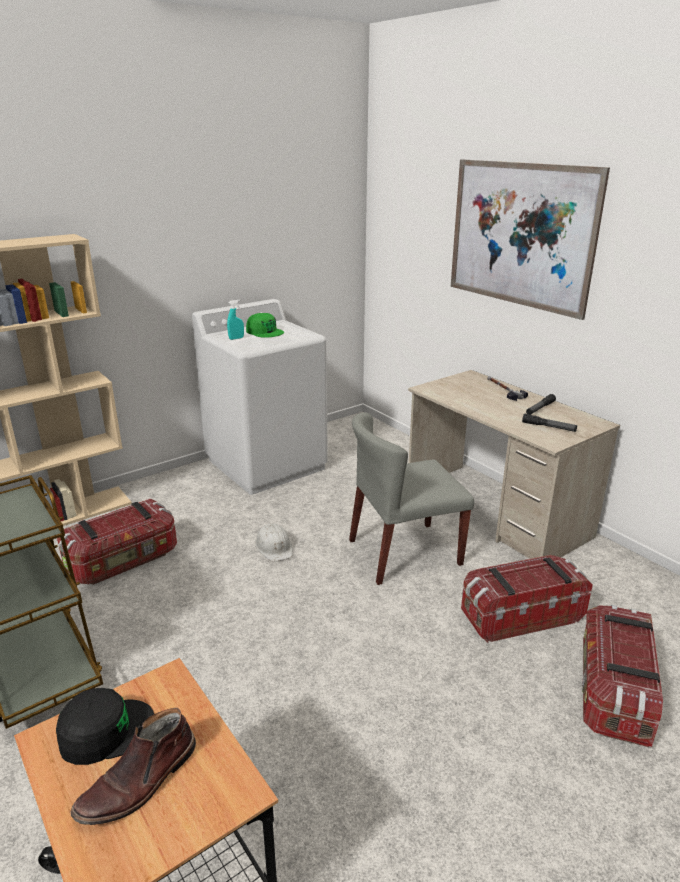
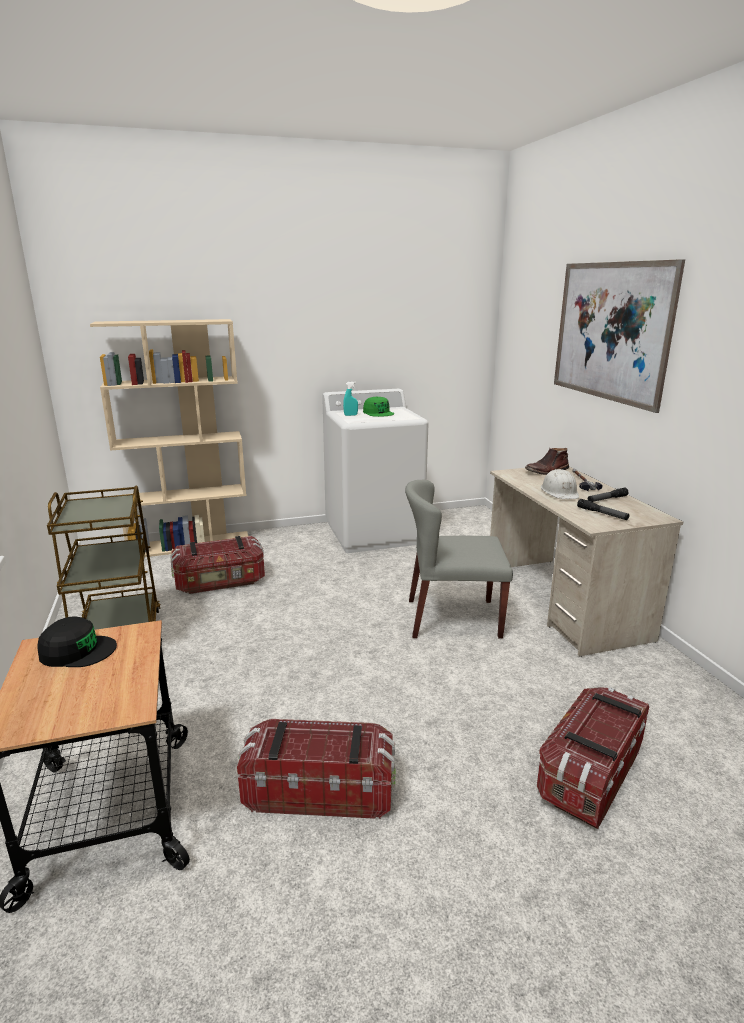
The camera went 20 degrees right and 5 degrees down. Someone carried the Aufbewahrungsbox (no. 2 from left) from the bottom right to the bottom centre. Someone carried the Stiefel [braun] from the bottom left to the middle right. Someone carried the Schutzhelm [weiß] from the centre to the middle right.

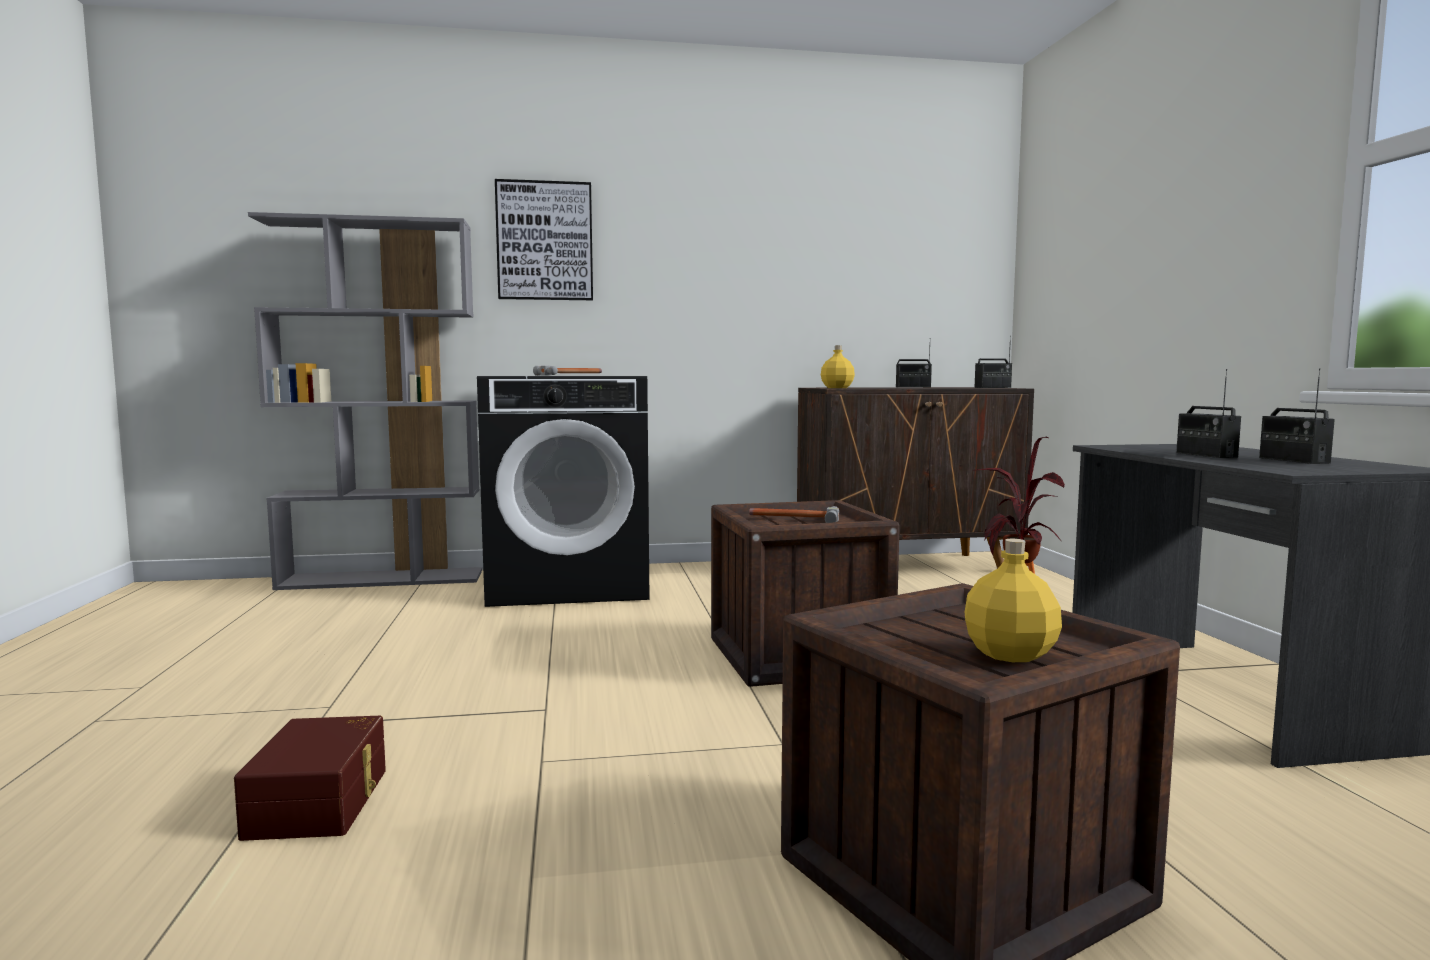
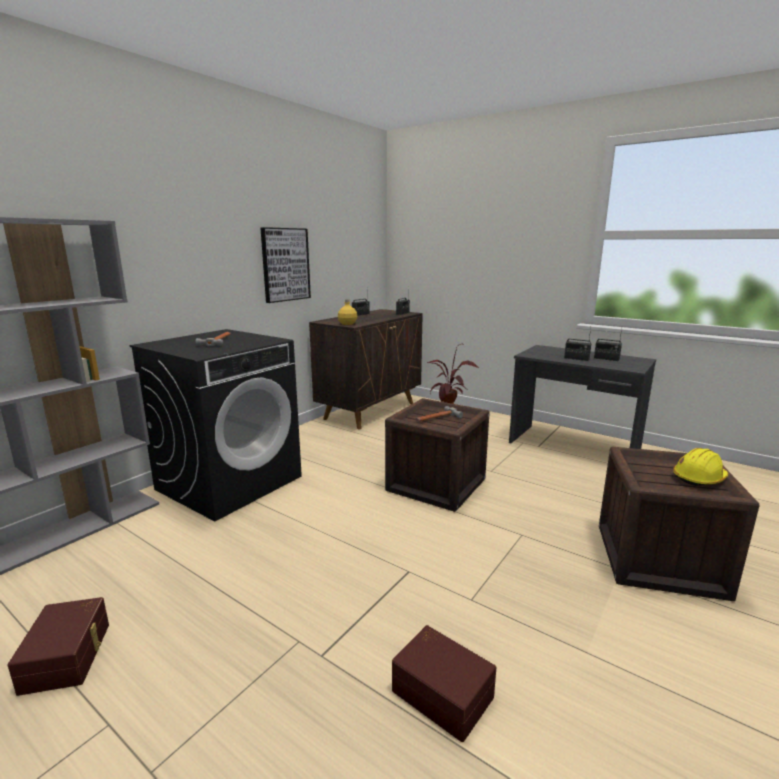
The camera went 45 degrees left and 10 degrees up. Someone put down the Aufbewahrungsbox [braun] (no. 1 from left) at the bottom left. Someone carried the Bild from the top centre to the centre. Someone swapped the Flasche [gelb] (no. 2 from left) at the middle right for the Schutzhelm [gelb] at the middle right.

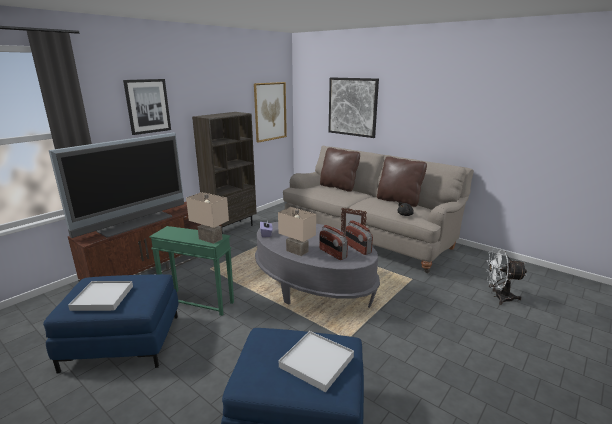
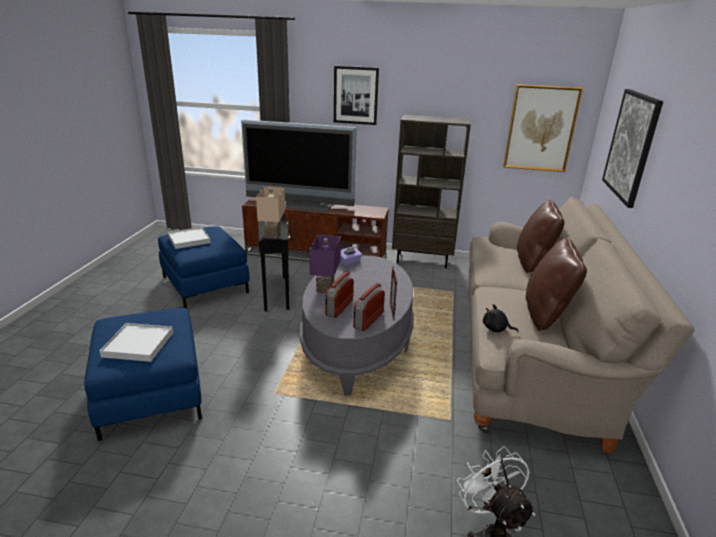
The camera went 60 degrees right and 5 degrees up. Someone repainted the Beistelltisch [grün] at the middle left, which became the Beistelltisch [schwarz] at the centre. Someone repainted the Tischlampe [beige] (no. 2 from left) at the centre, which became the Tischlampe [lila] at the centre.

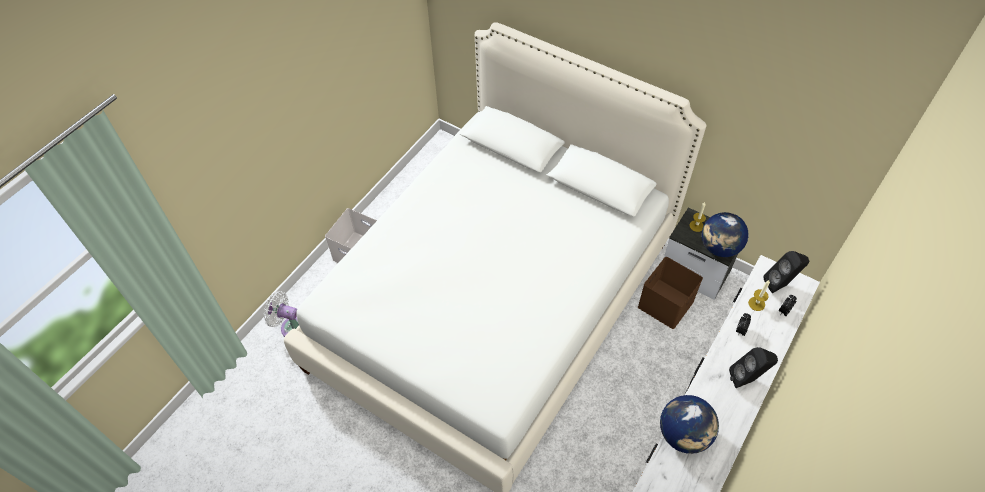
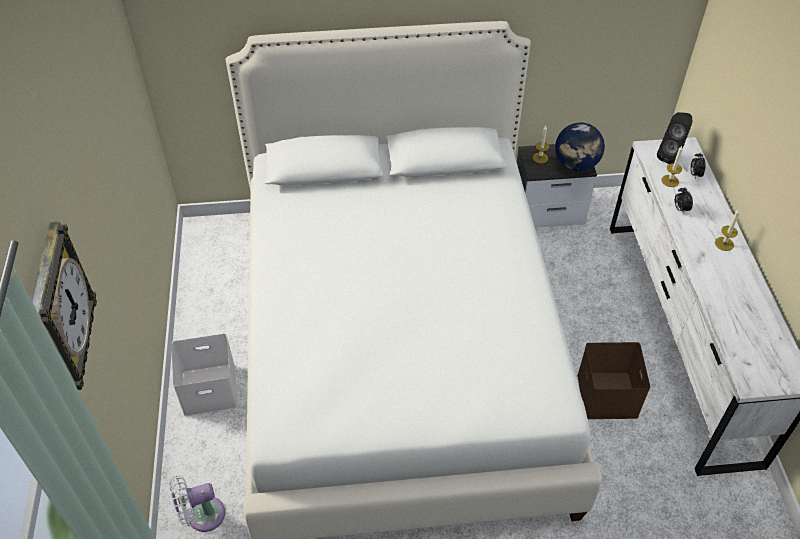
The camera went 40 degrees left and 5 degrees down. Someone put up the Wanduhr at the middle left. Someone carried the Aufbewahrungsbox [braun] from the middle right to the bottom right. Someone swapped the Lautsprecher [schwarz] (no. 1 from left) at the bottom right for the Kerze (no. 3 from left) at the middle right. Someone took away the Globus (no. 1 from left) at the bottom right.

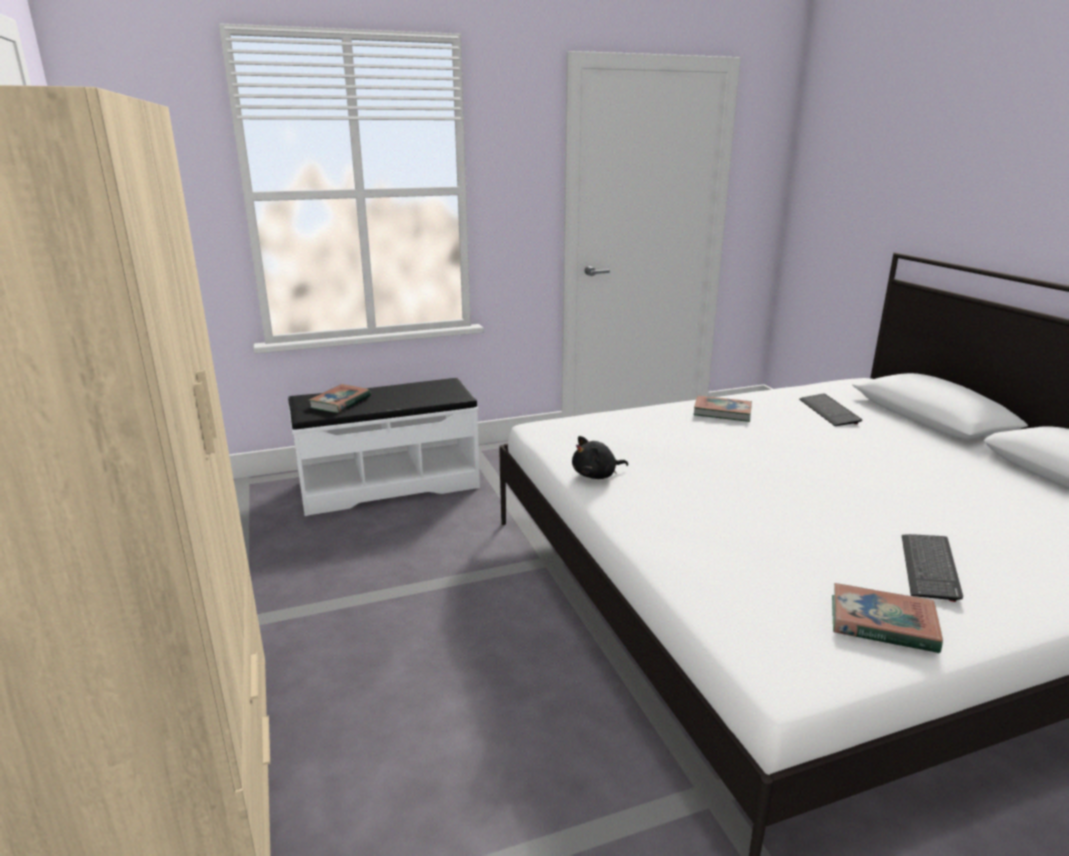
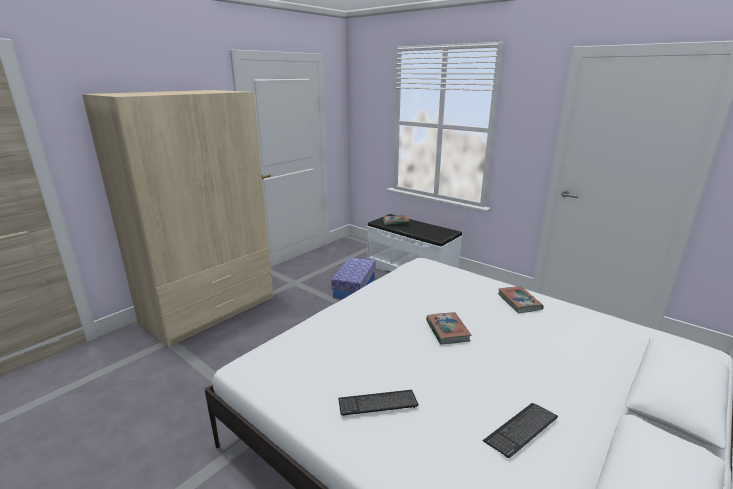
The camera went 60 degrees right and 0 degrees up. Someone put down the Aufbewahrungsbox at the centre. Someone carried the Buch (no. 3 from left in the first image) from the bottom right to the bottom centre. Someone carried the Tastatur (no. 1 from left in the first image) from the middle right to the bottom right. Someone took away the Plüschtier [schwarz] at the centre.

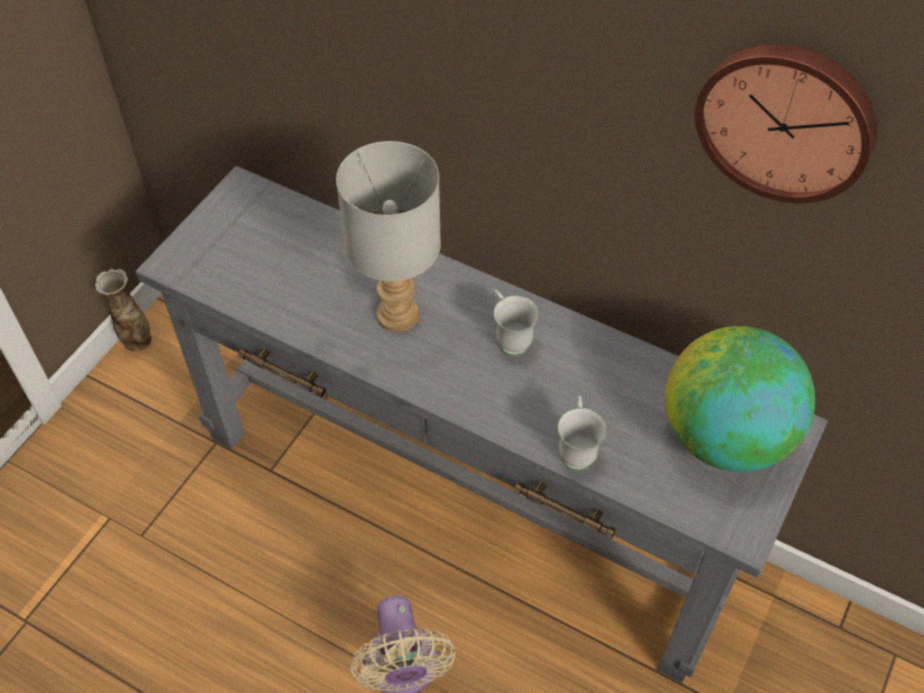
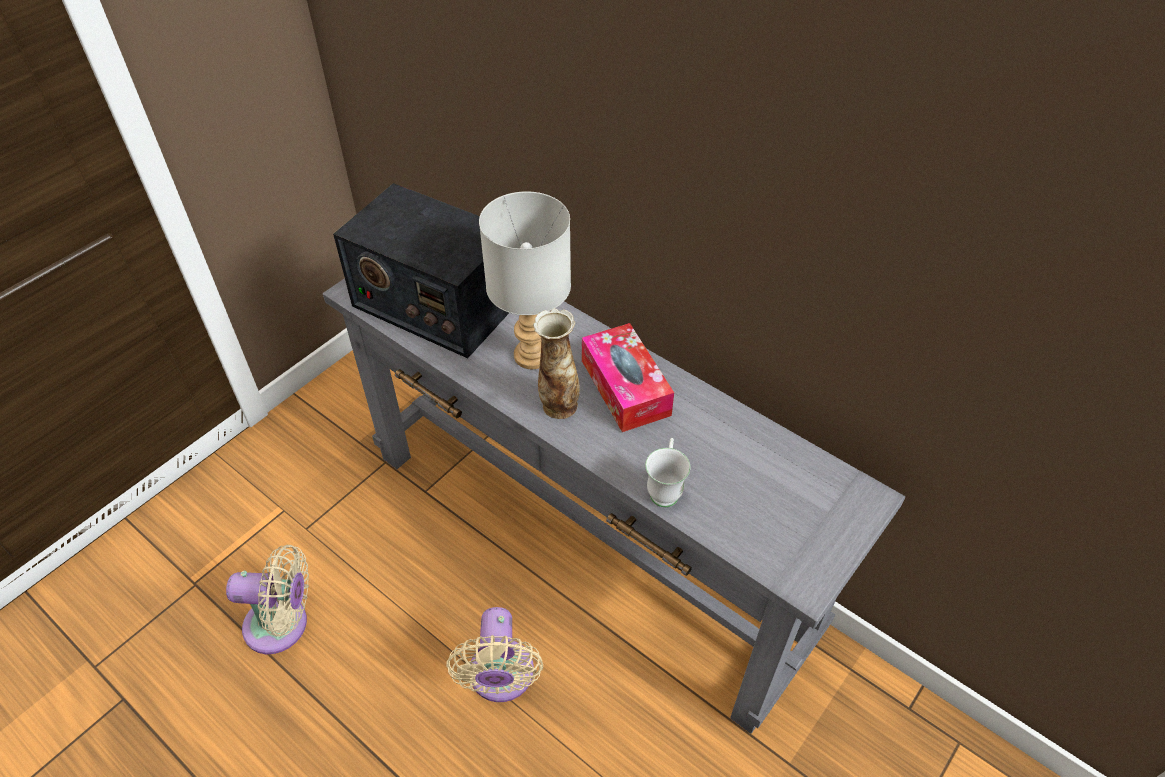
The camera went 10 degrees right and 5 degrees down. Someone put down the Ventilator [beige] (no. 1 from left) at the bottom left. Someone put down the Radio at the centre. Someone carried the Vase from the middle left to the centre. Someone swapped the Henkelbecher [weiß] (no. 1 from left) at the centre for the Taschentuchbox at the centre. Someone took away the Globus at the middle right. Someone took away the Wanduhr at the top right.

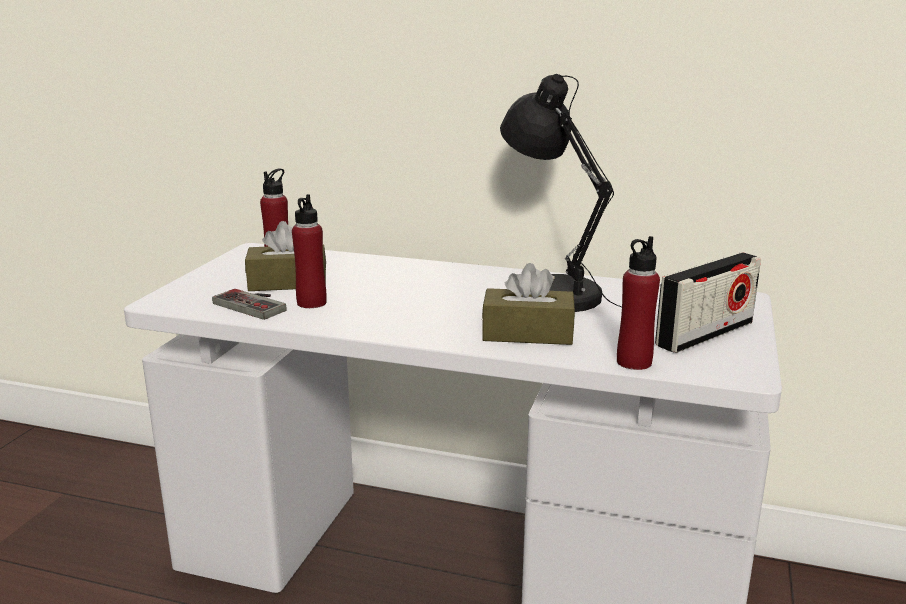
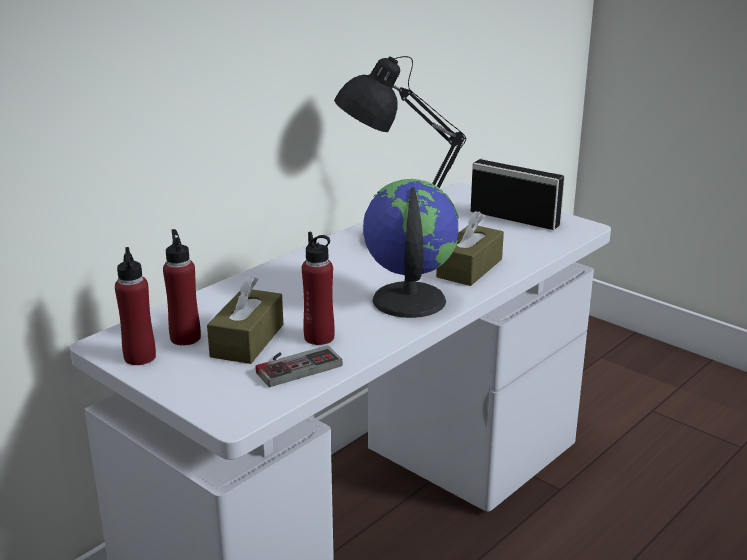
The camera went 65 degrees left and 5 degrees up. Someone carried the Flasche [rot] (no. 3 from left in the first image) from the middle right to the middle left. Someone put down the Globus at the centre. Someone rotated the Radio at the middle right by 45 degrees counterclockwise.

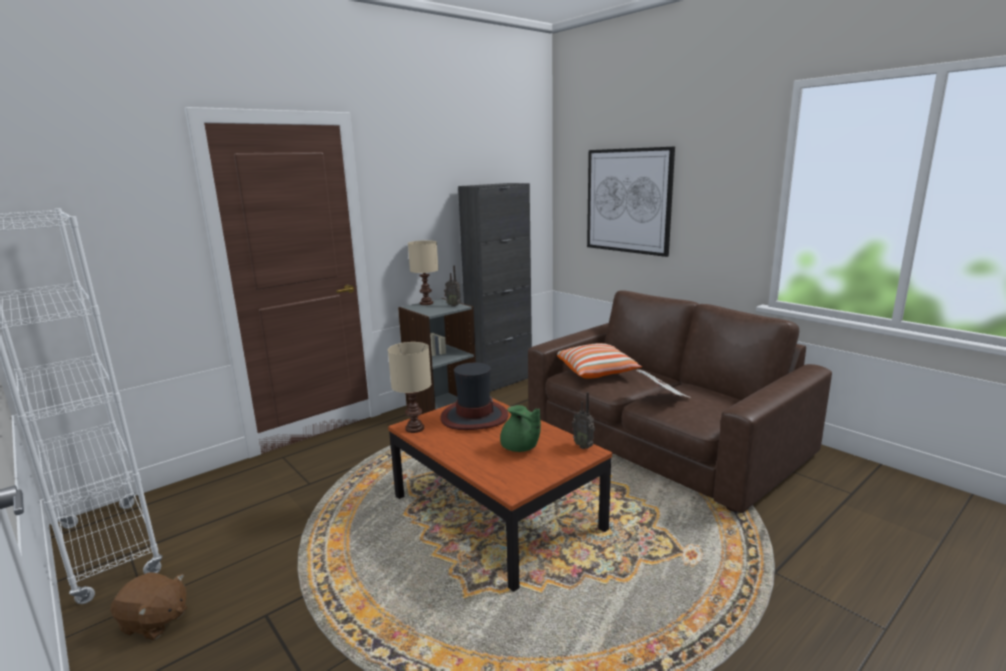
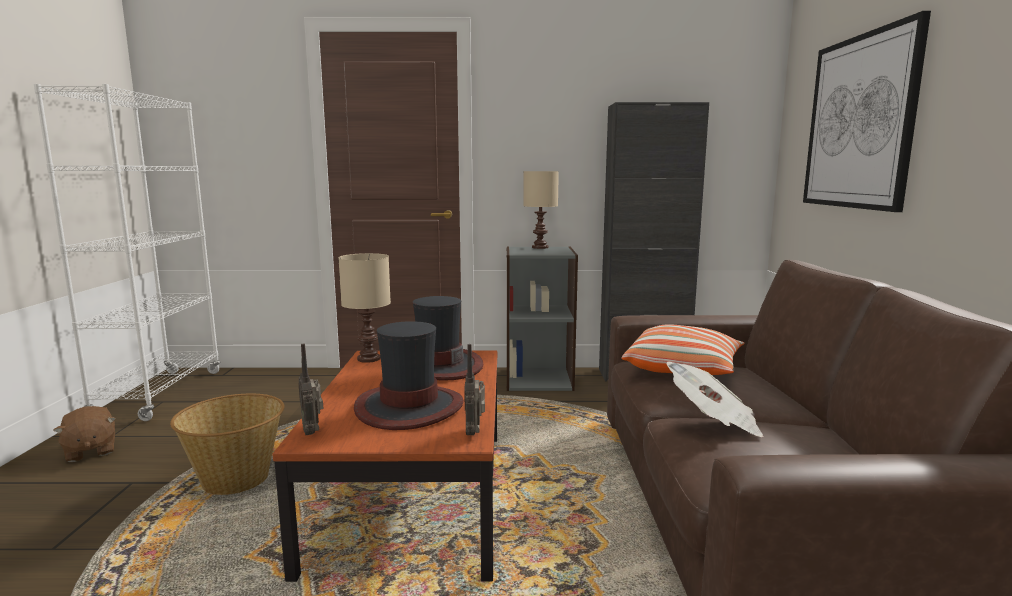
The camera went 40 degrees right and 5 degrees down. Someone put down the Korb at the bottom left. Someone carried the Radio (no. 1 from left) from the centre to the middle left. Someone swapped the Teekanne [grün] at the centre for the Hut (no. 1 from left) at the centre.

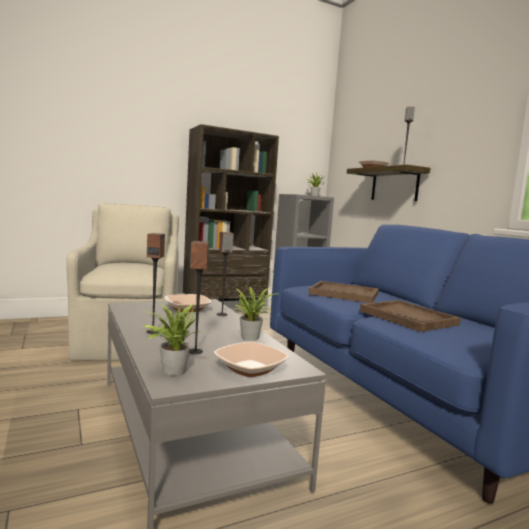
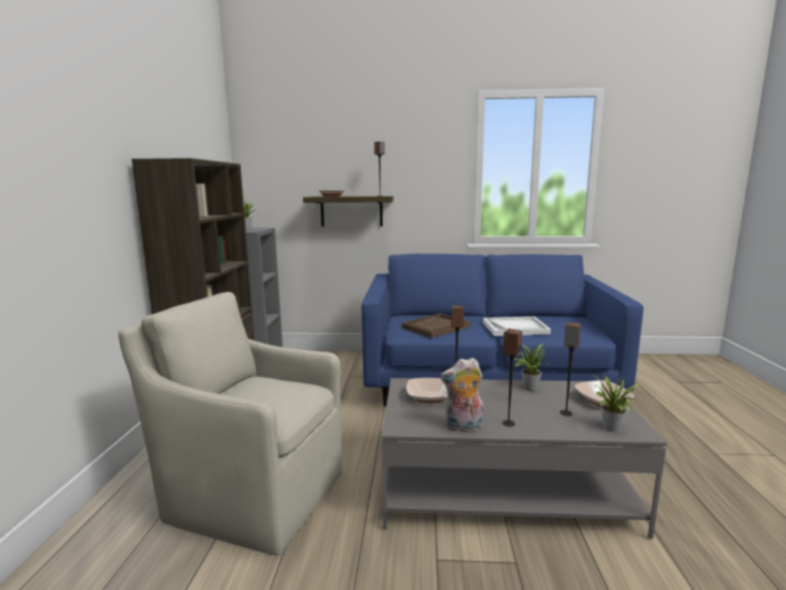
The camera went 60 degrees left and 5 degrees up. Someone put down the Plüschtier at the bottom centre. Someone repainted the Tablett [braun] (no. 2 from left) at the middle right, which became the Tablett [weiß] at the centre.

